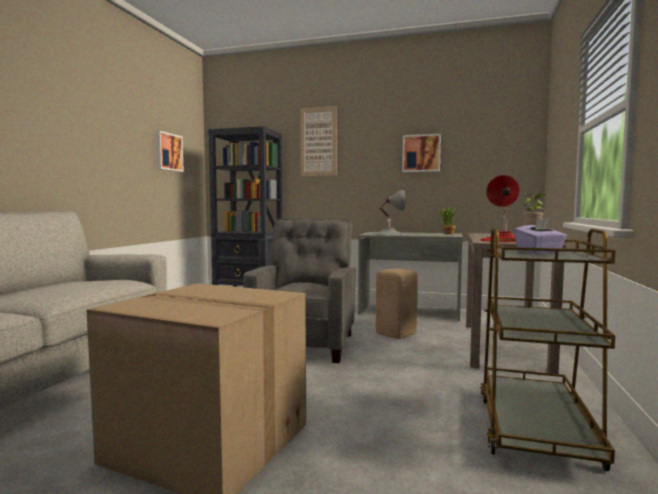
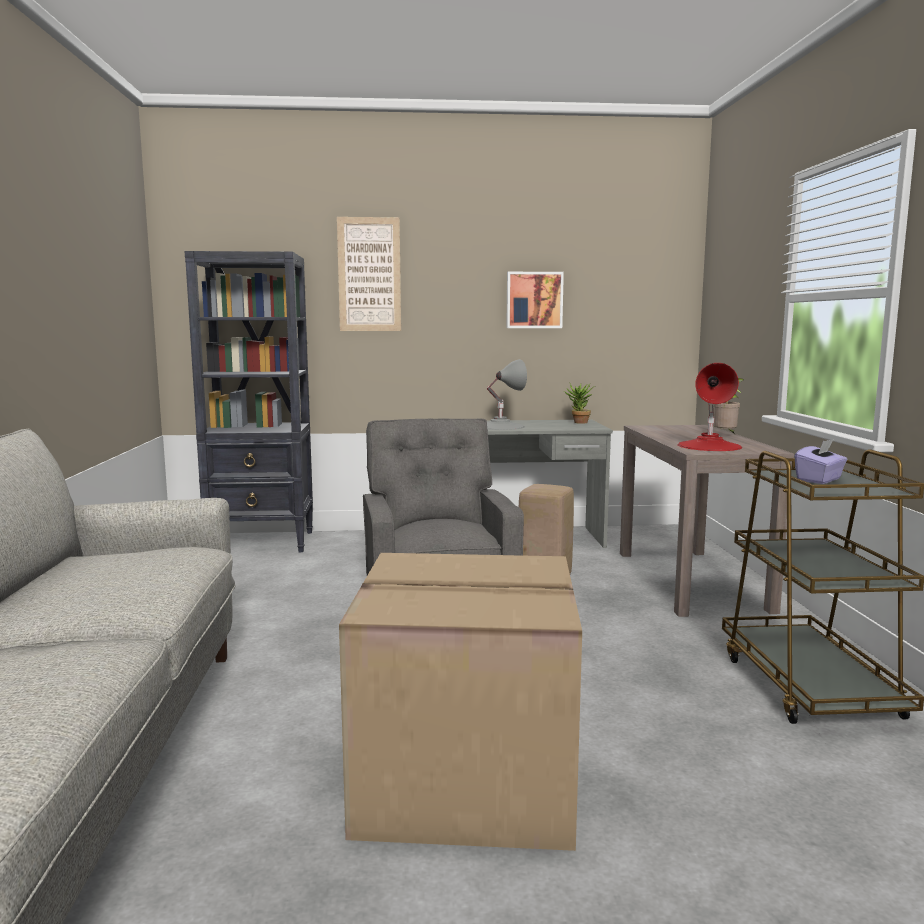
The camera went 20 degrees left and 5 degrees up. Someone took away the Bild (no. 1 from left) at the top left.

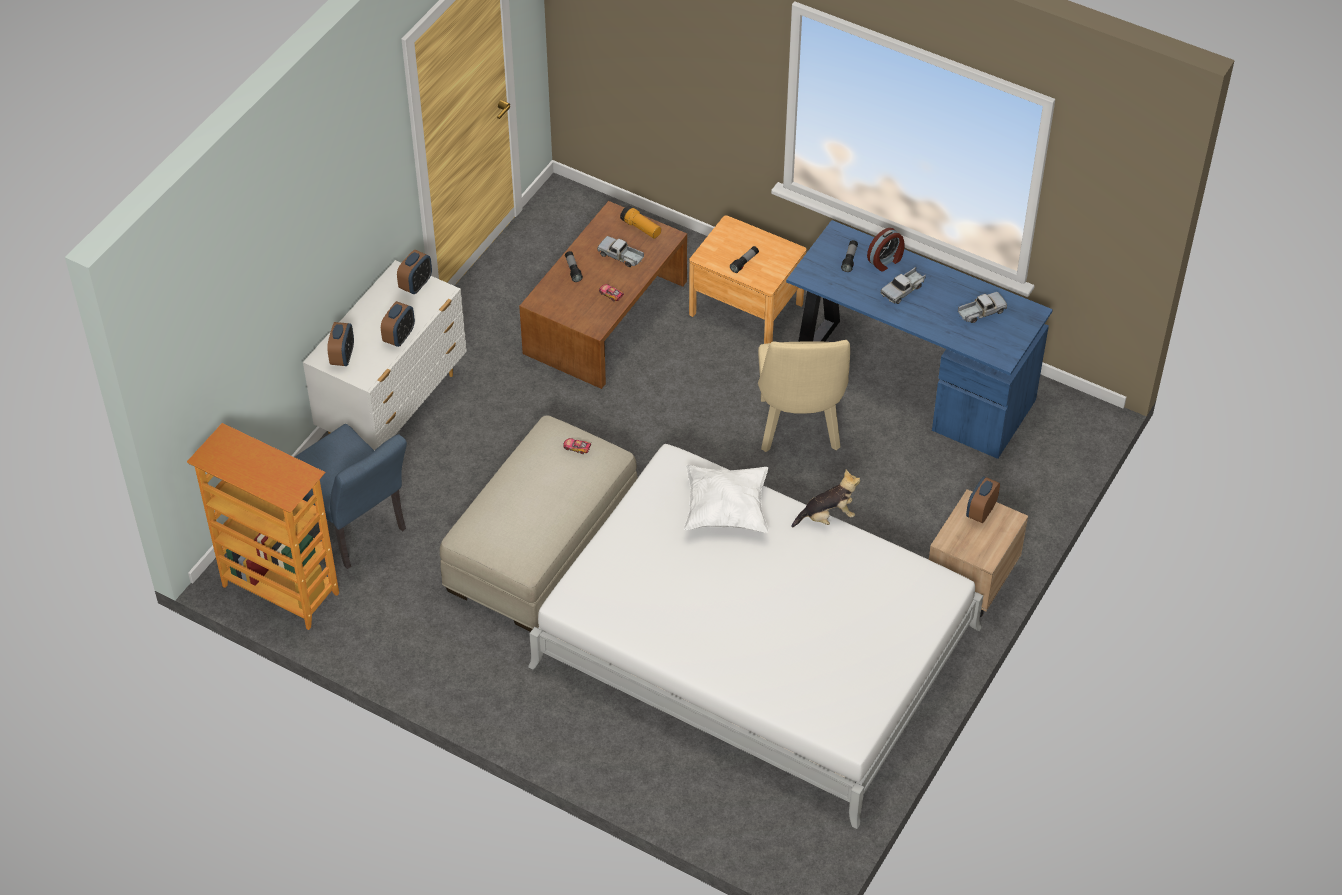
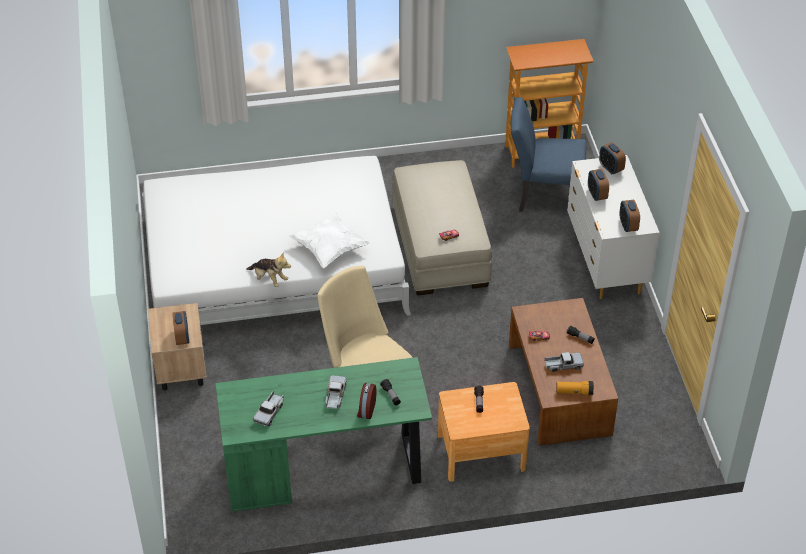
The camera went 140 degrees right and 5 degrees down. Someone repainted the Schreibtisch [blau] at the middle right, which became the Schreibtisch [grün] at the bottom centre. Someone rotated the Plüschtier at the centre by 90 degrees counterclockwise.

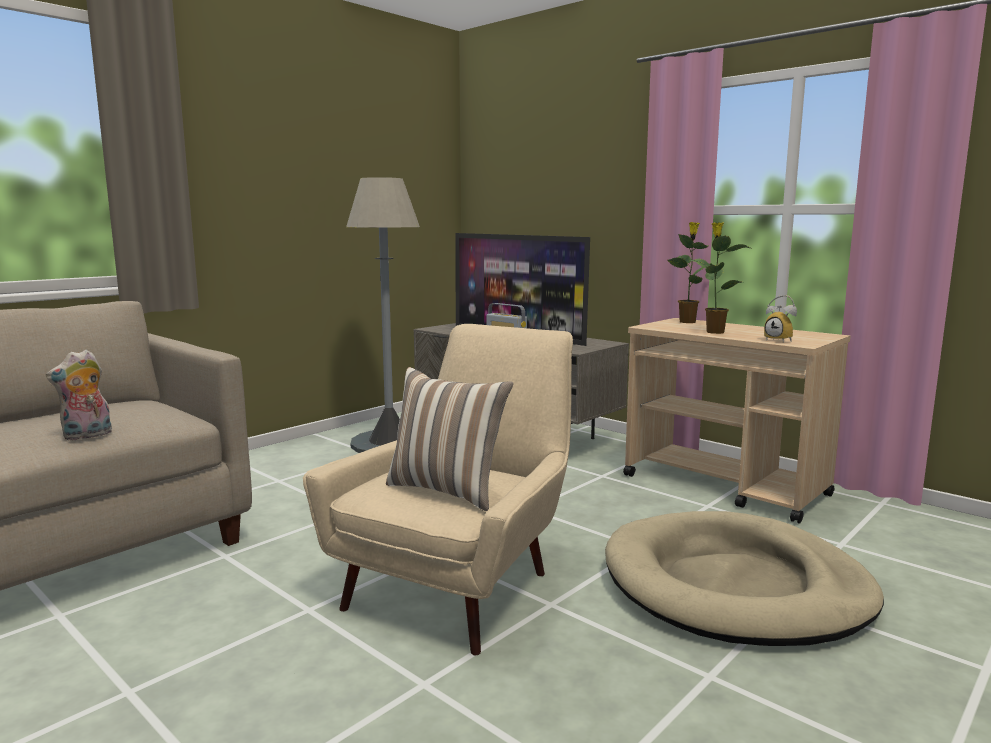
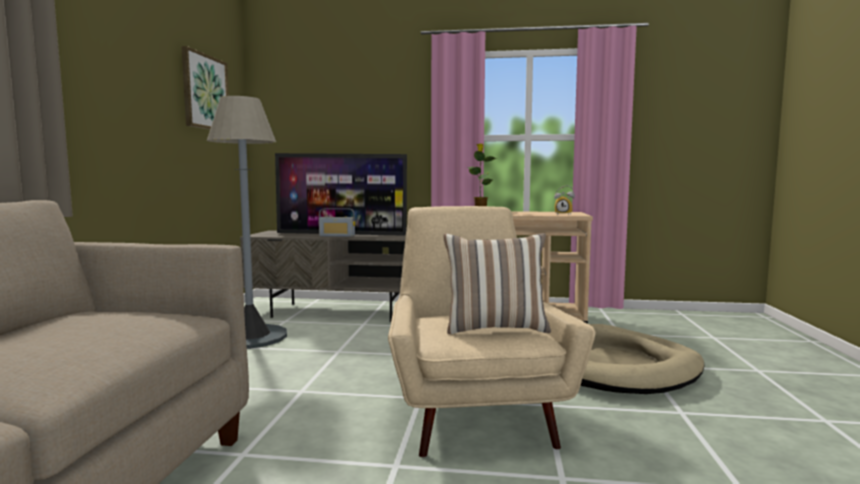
The camera went 35 degrees left and 5 degrees down. Someone put up the Bild at the top left. Someone took away the Plüschtier at the middle left. Someone took away the Topfpflanze (no. 2 from left) at the middle right.

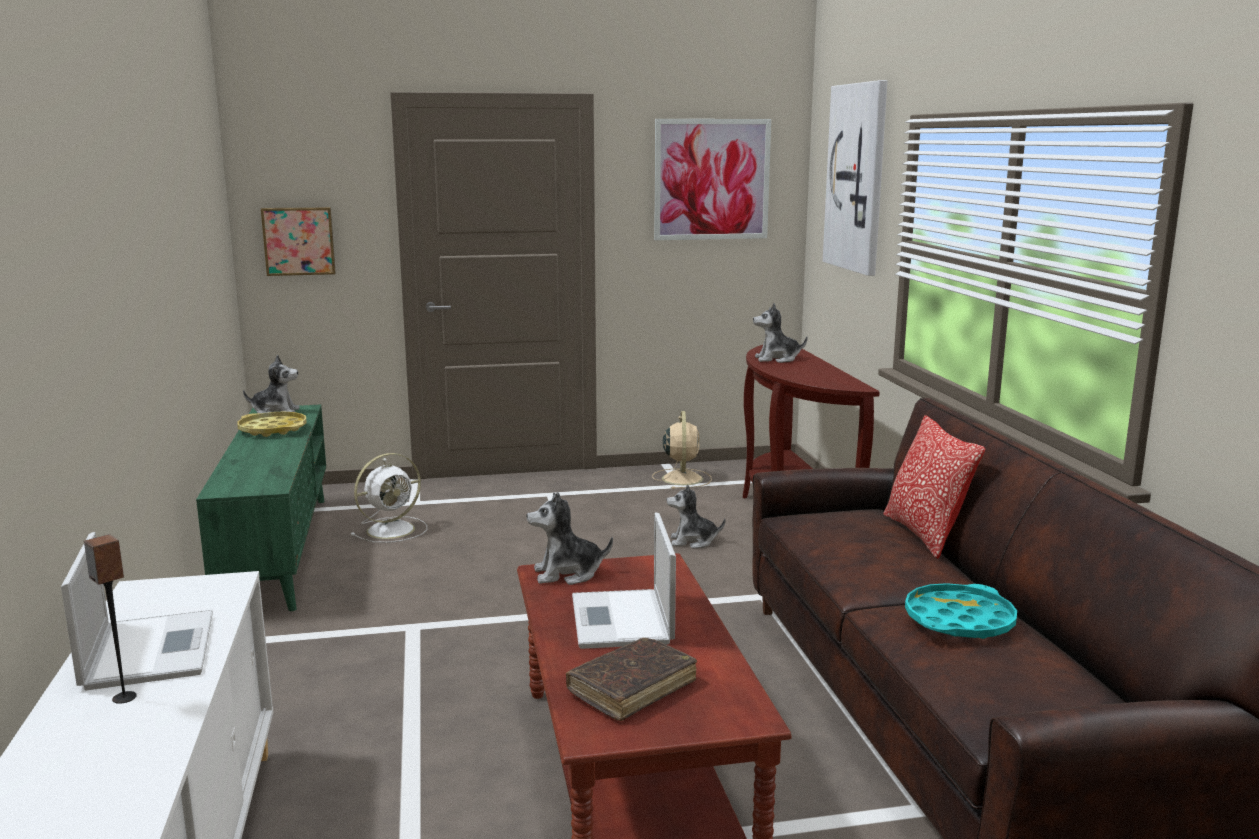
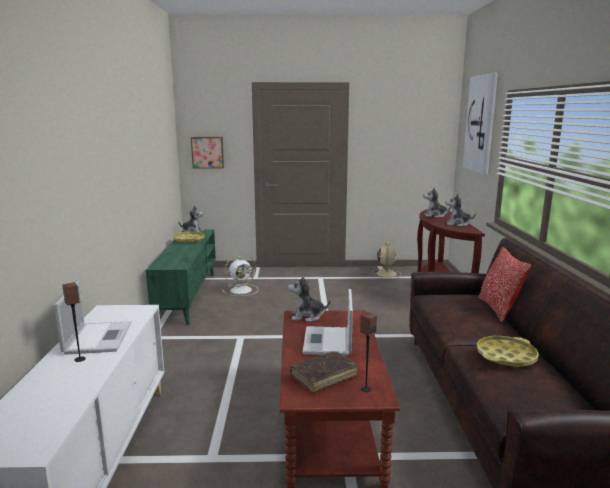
The camera went 10 degrees right and 0 degrees up. Someone put down the Lautsprecher (no. 2 from left) at the bottom centre. Someone carried the Plüschtier (no. 3 from left in the first image) from the centre to the middle right. Someone repainted the Tablett [türkis] at the bottom right, which became the Tablett [gelb] (no. 2 from left) at the bottom right. Someone took away the Bild (no. 2 from left) at the top centre.

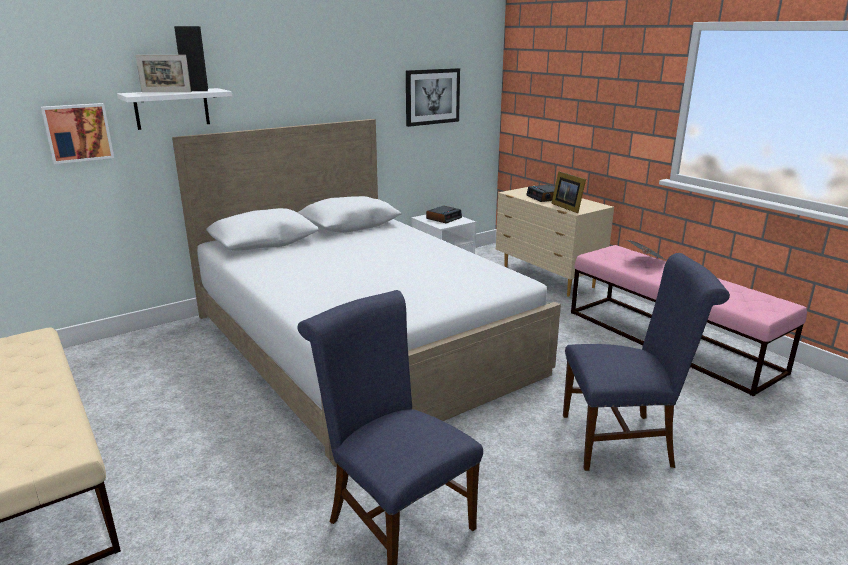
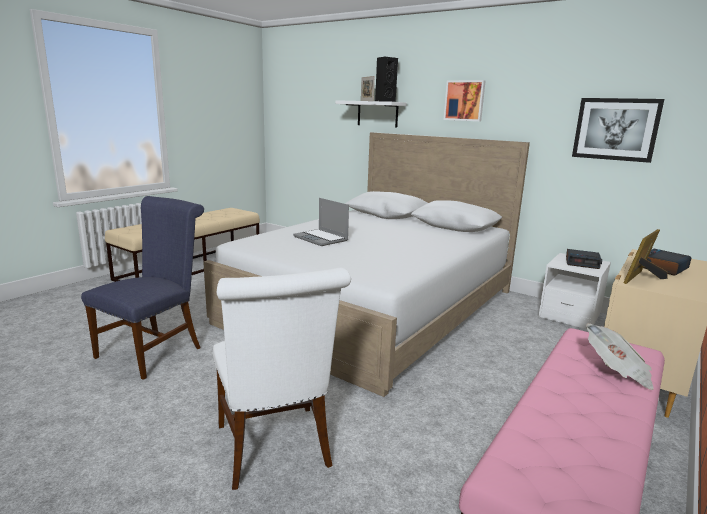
The camera went 70 degrees right and 5 degrees down. Someone repainted the Stuhl [blau] (no. 2 from left) at the middle right, which became the Stuhl [weiß] at the bottom centre. Someone put down the Laptop at the centre. Someone carried the Bild (no. 1 from left) from the top left to the top centre.

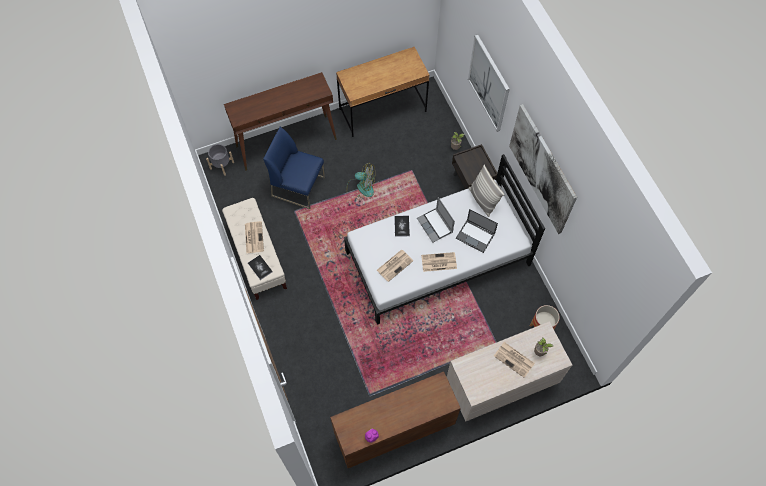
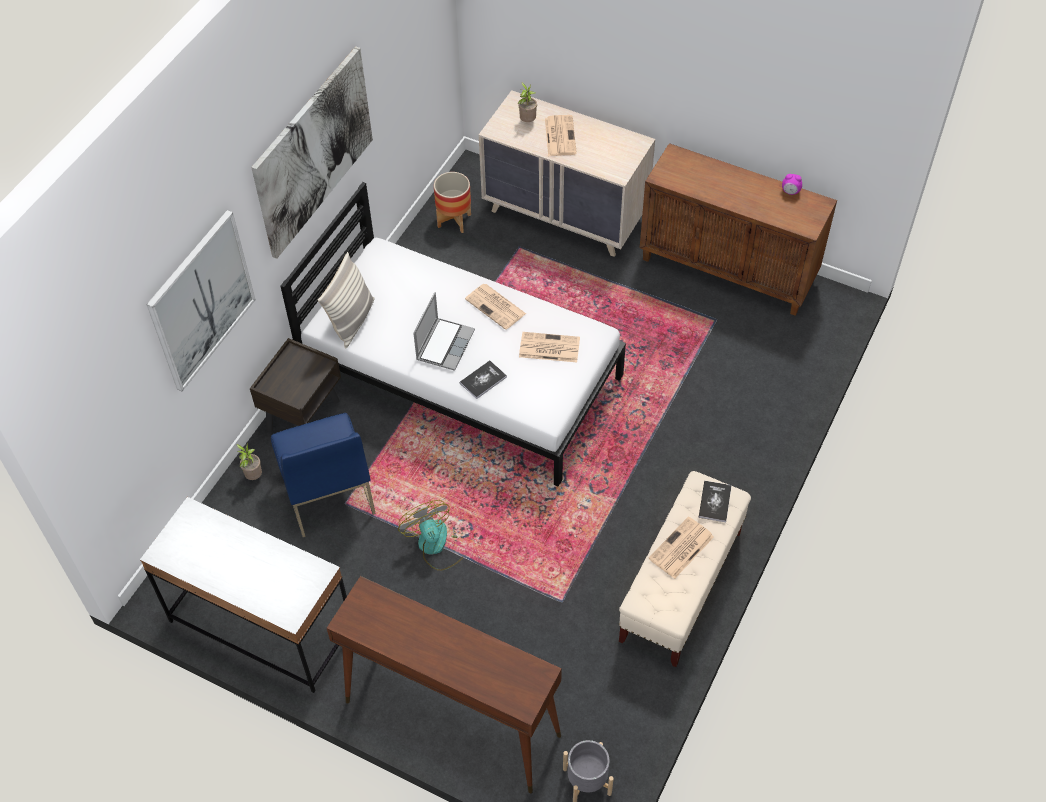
The camera went 130 degrees left and 10 degrees down. Someone repainted the Schreibtisch [braun] at the top centre, which became the Schreibtisch [weiß] at the bottom left. Someone carried the Stuhl [blau] from the centre to the middle left. Someone took away the Laptop (no. 2 from left) at the centre.

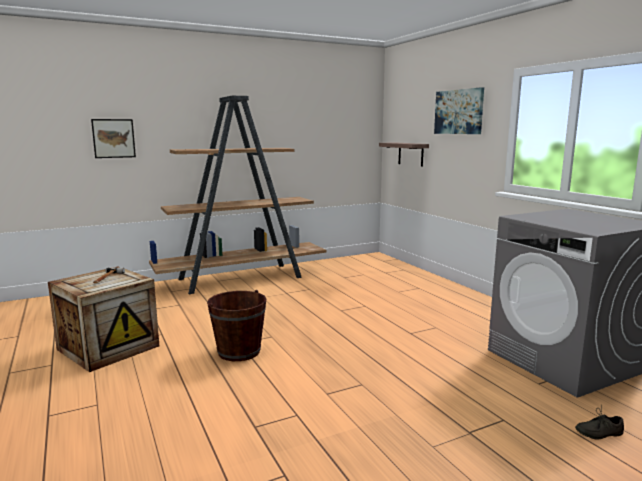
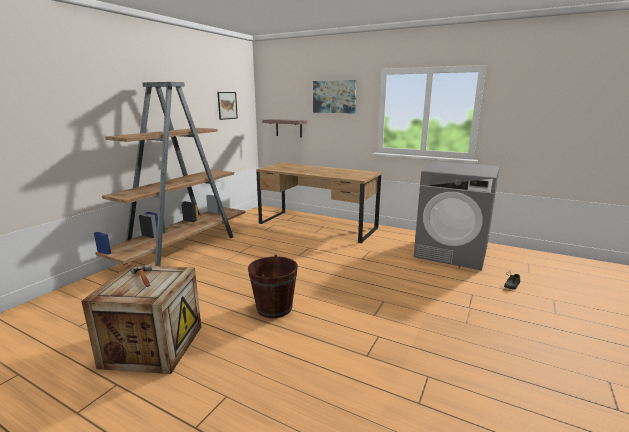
The camera went 35 degrees left and 5 degrees up. Someone carried the Bild (no. 1 from left) from the top left to the top centre. Someone put down the Schreibtisch [braun] at the centre.

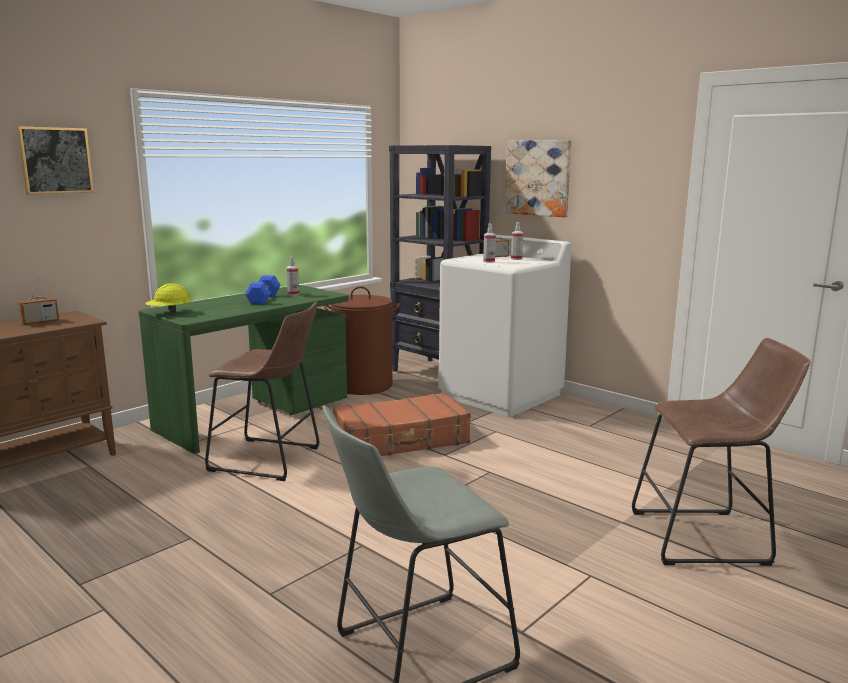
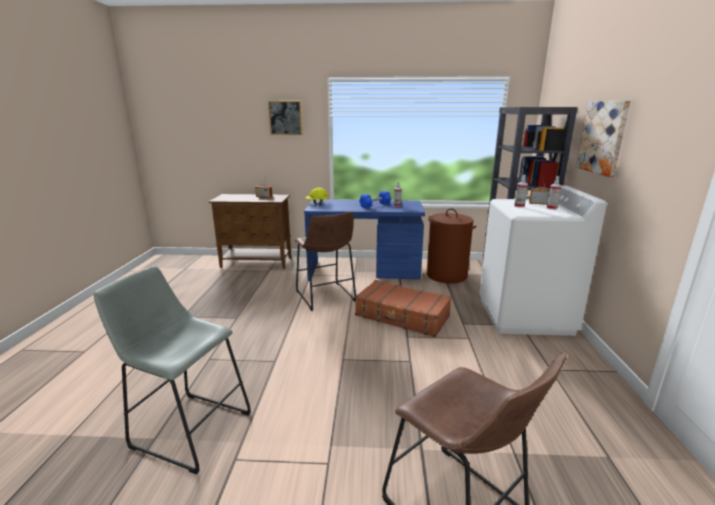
The camera went 50 degrees right and 5 degrees up. Someone repainted the Schreibtisch [grün] at the middle left, which became the Schreibtisch [blau] at the centre.

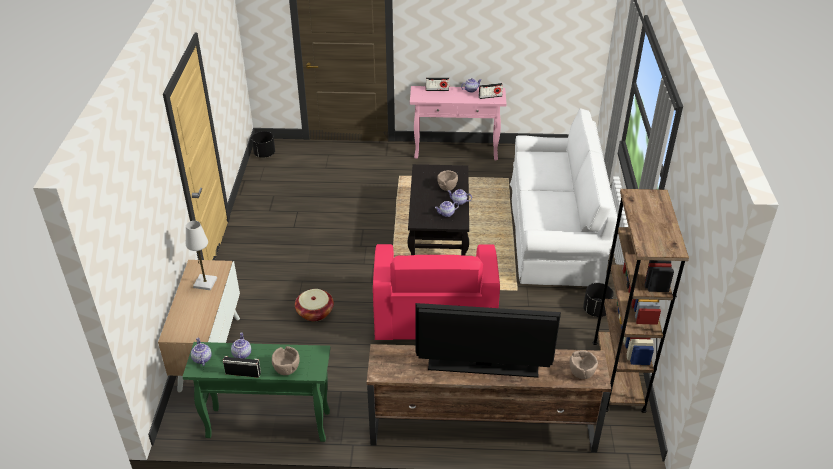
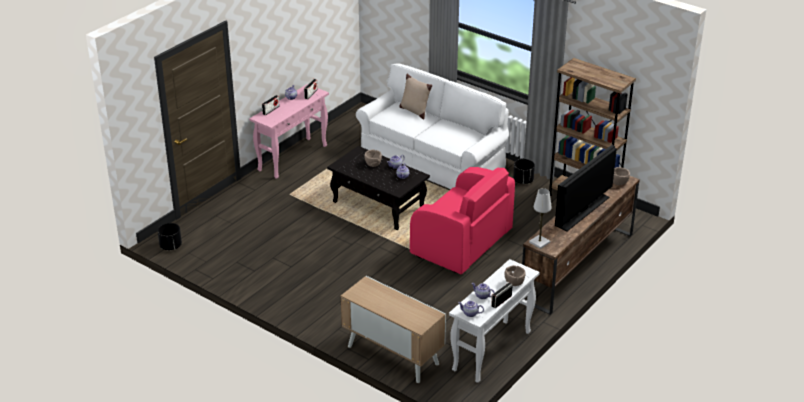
The camera went 55 degrees left and 5 degrees down. Someone put down the Kissen [beige] at the top centre. Someone repainted the Konsolentisch [grün] at the bottom left, which became the Konsolentisch [weiß] at the bottom centre. Someone carried the Tischlampe [weiß] from the middle left to the middle right. Someone took away the Korb at the centre.

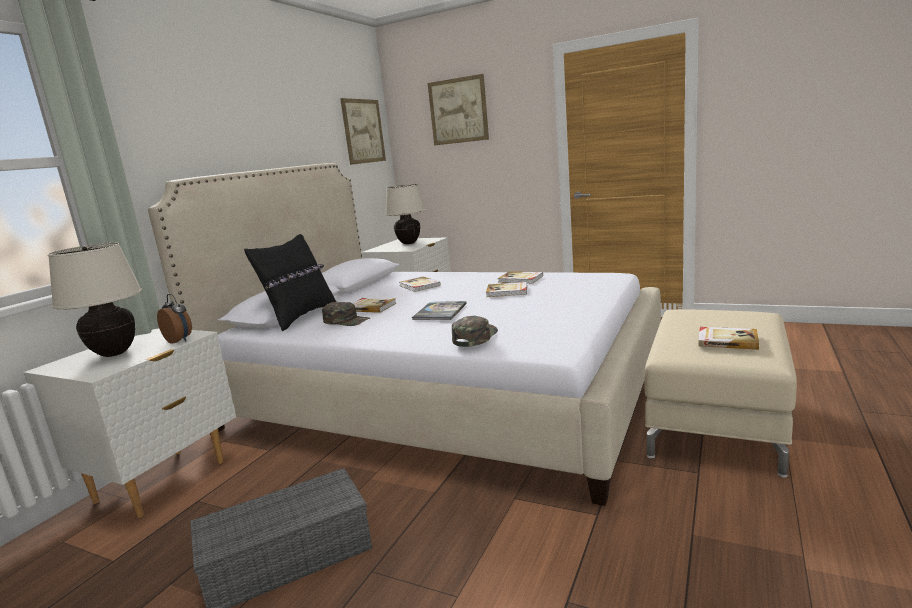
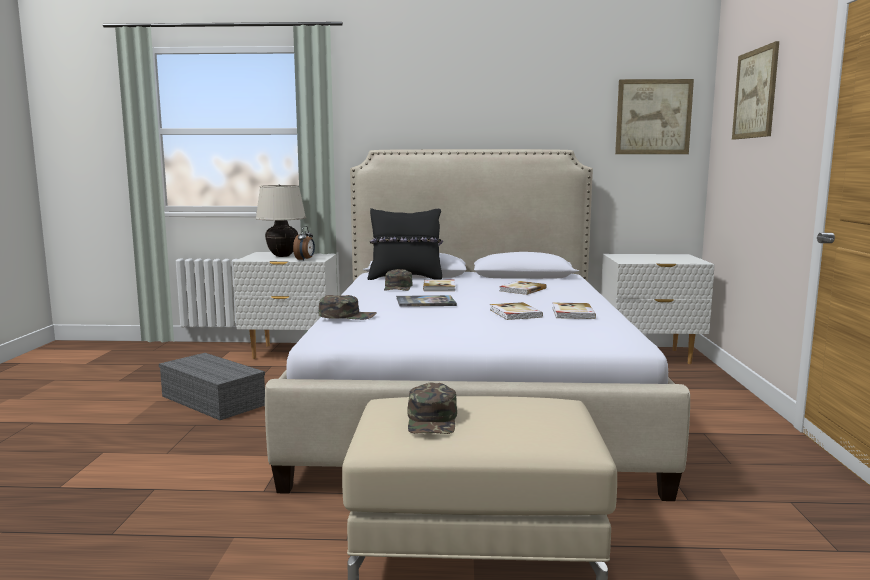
The camera went 65 degrees right and 5 degrees down. Someone swapped the Buch (no. 6 from left) at the middle right for the Kappe [grün] (no. 3 from left) at the bottom centre. Someone took away the Tischlampe [beige] (no. 2 from left) at the centre.

